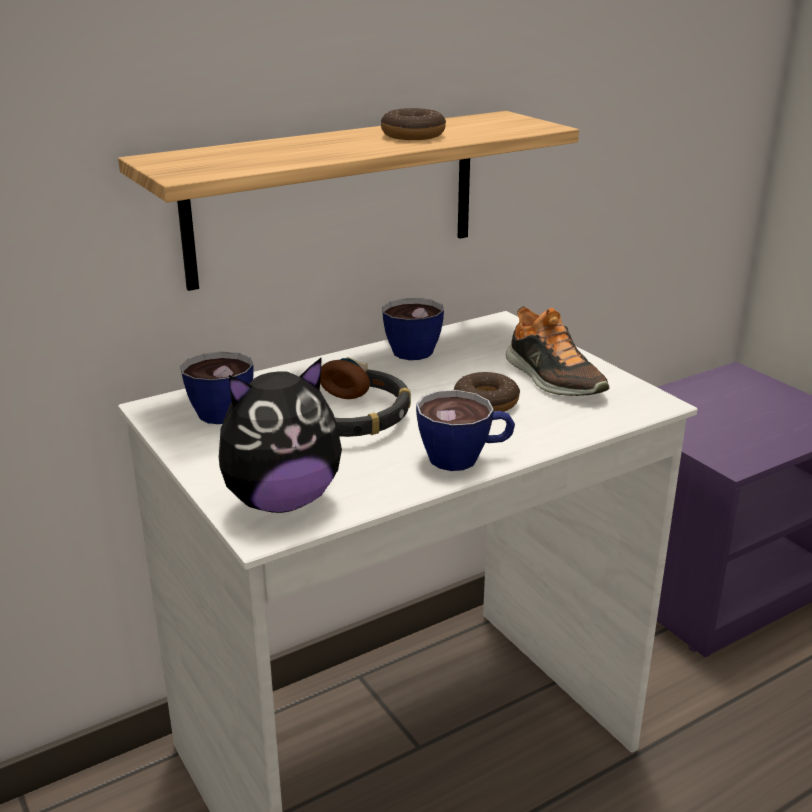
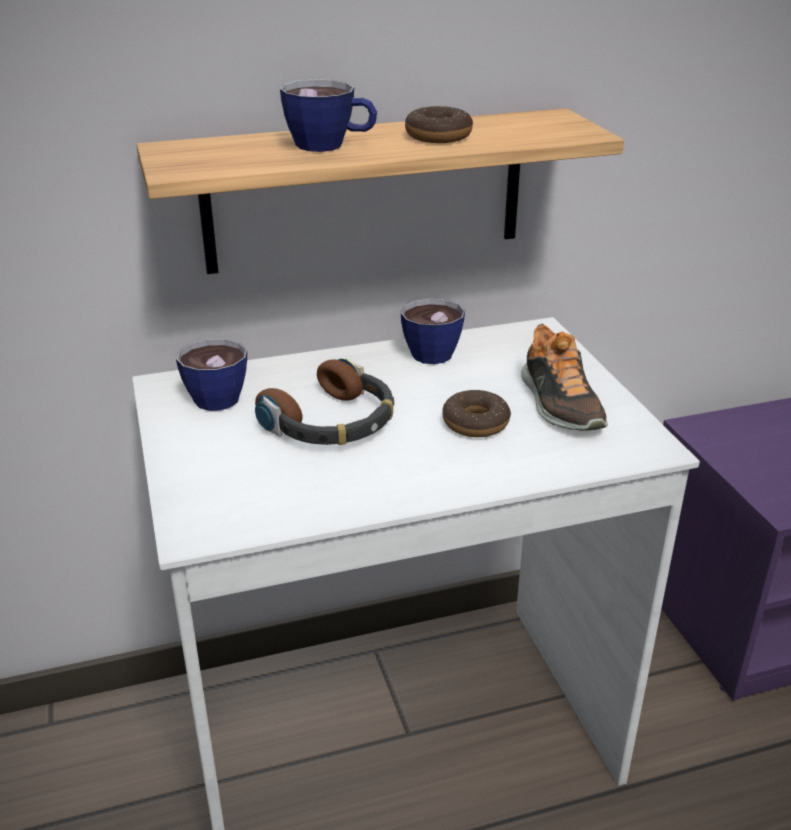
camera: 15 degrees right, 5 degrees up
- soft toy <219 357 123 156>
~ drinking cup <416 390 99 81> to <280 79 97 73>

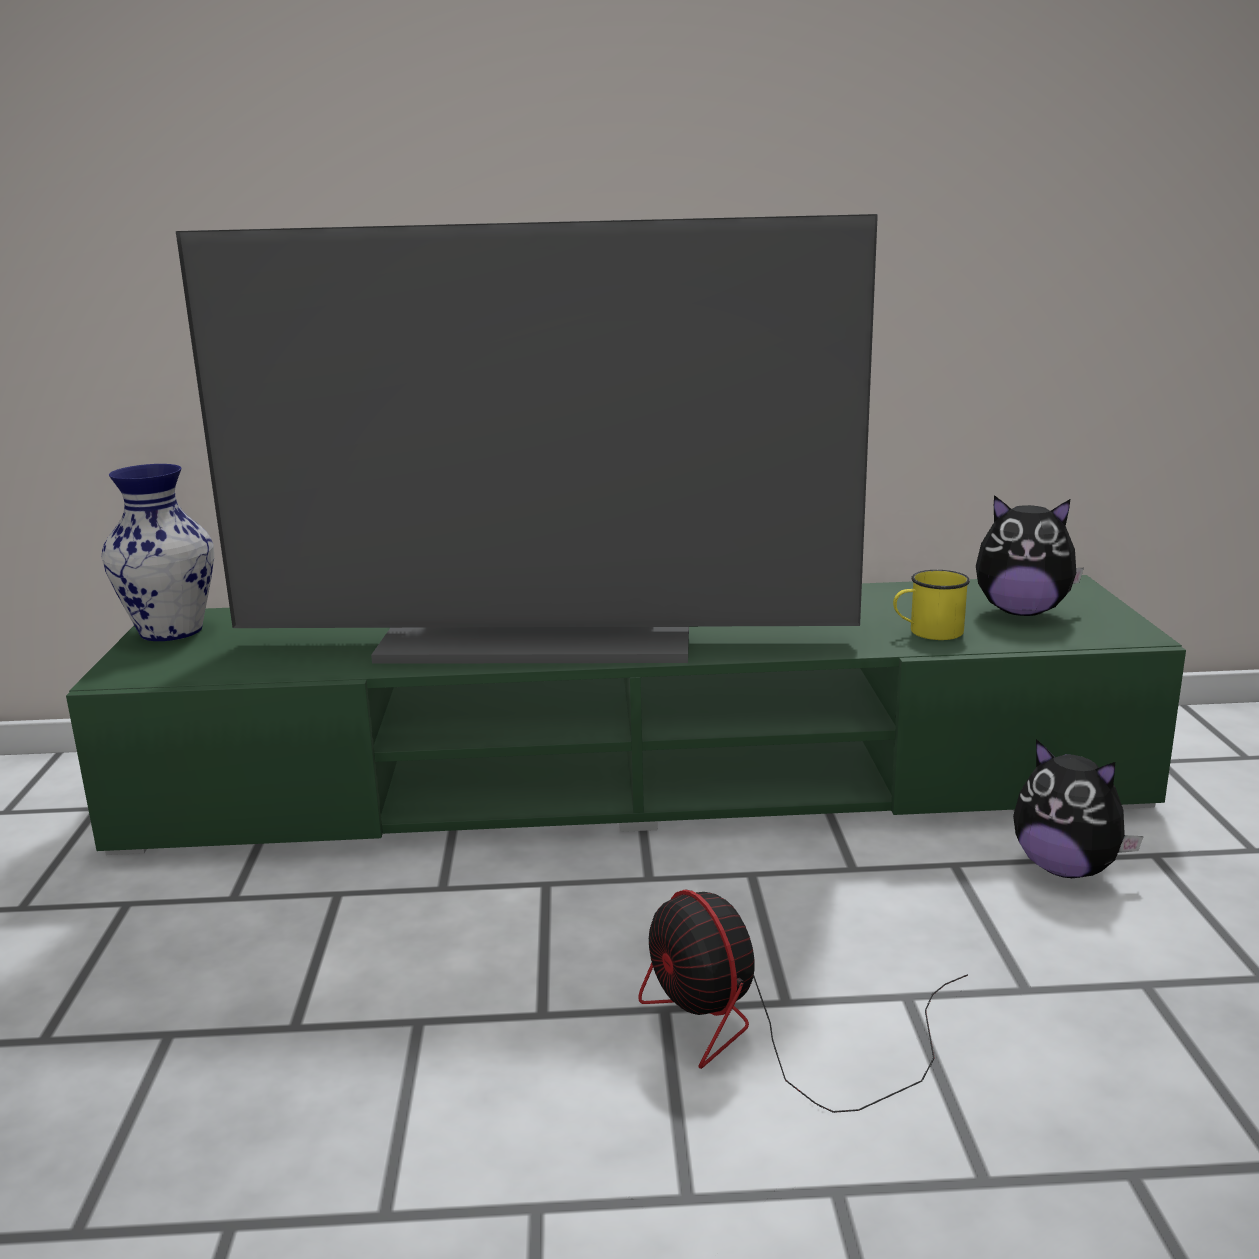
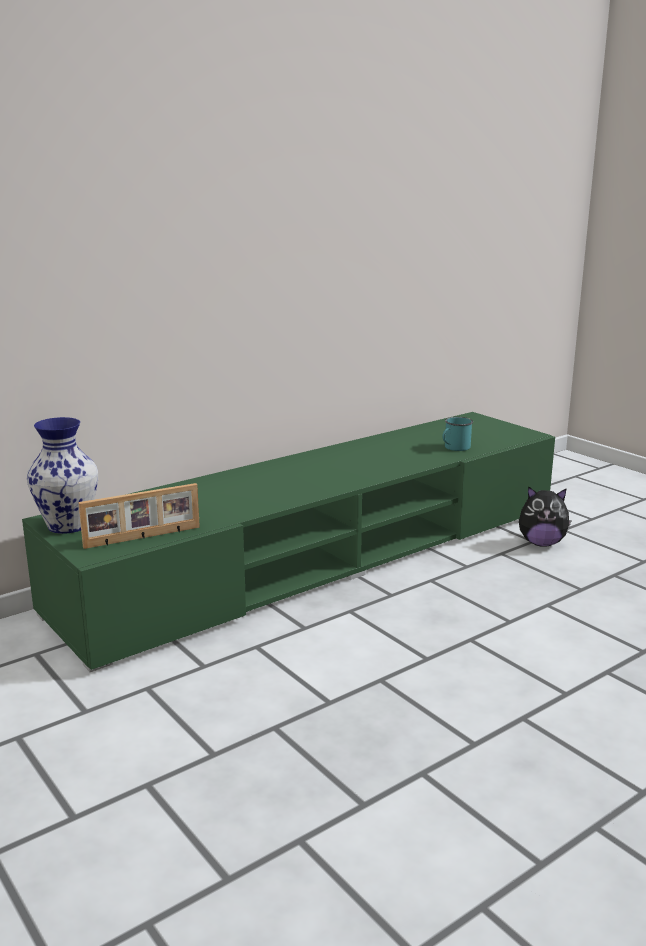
camera: 35 degrees left, 0 degrees up
- television <176 214 702 450>
- fan <638 889 330 224>
~ yellow mug <893 570 77 70> to turquoise-coloured mug <442 417 31 34>
- soft toy <976 495 108 121>
+ picture frame <78 483 122 66>

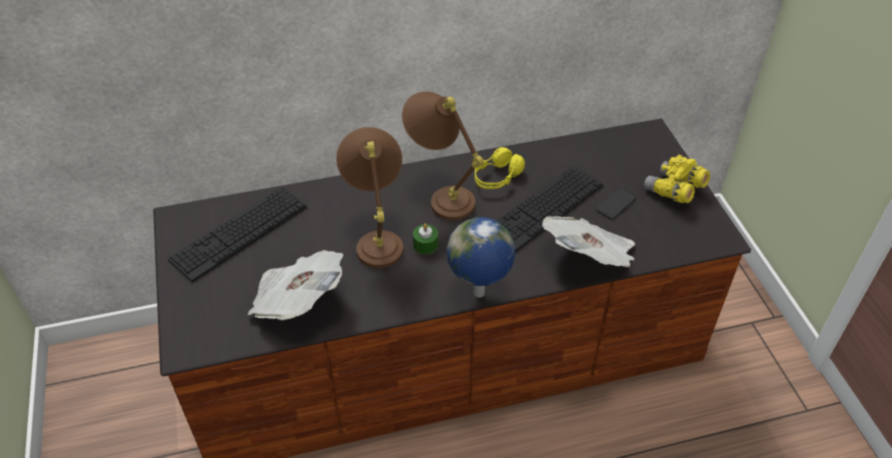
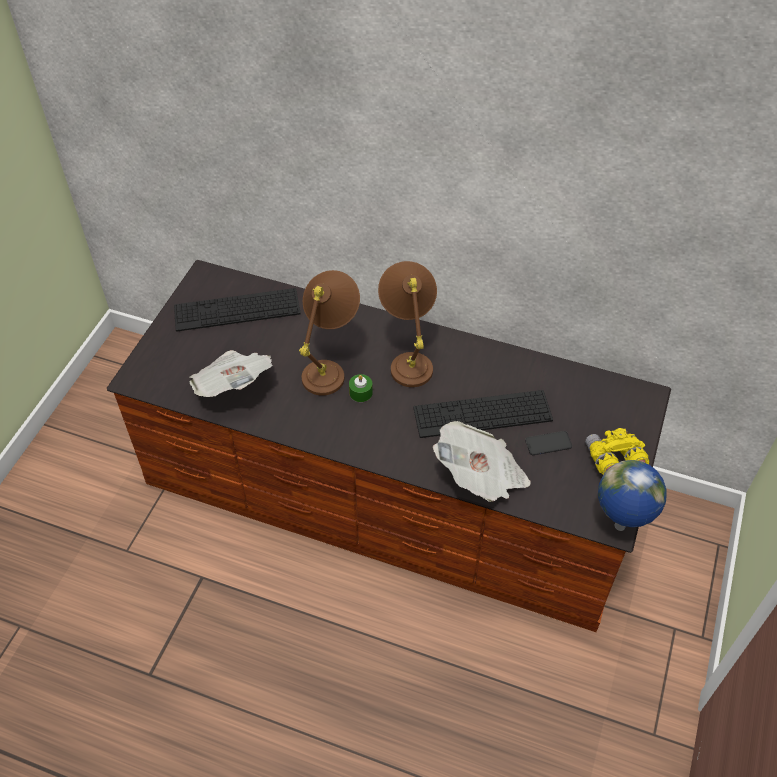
camera: 35 degrees right, 5 degrees up
~ desk globe <447 217 69 81> to <598 460 69 71>
- yellow pair of headphones <475 147 50 42>

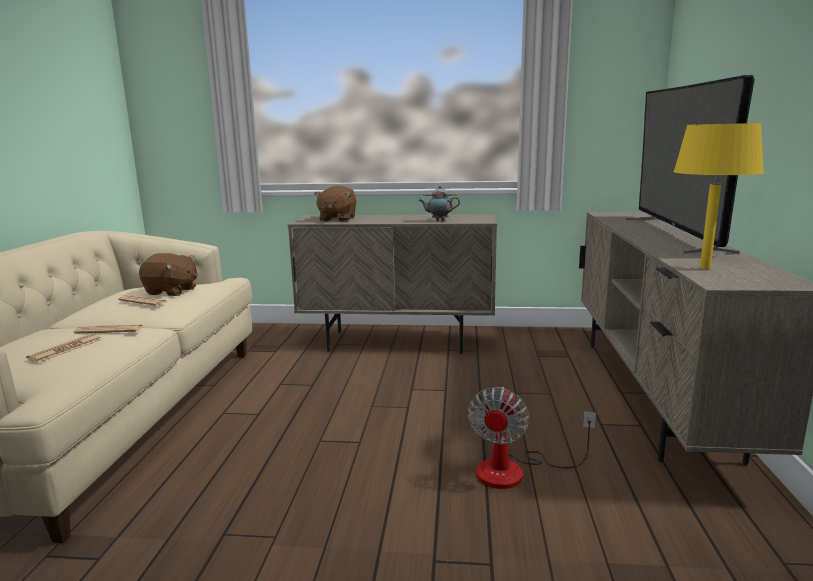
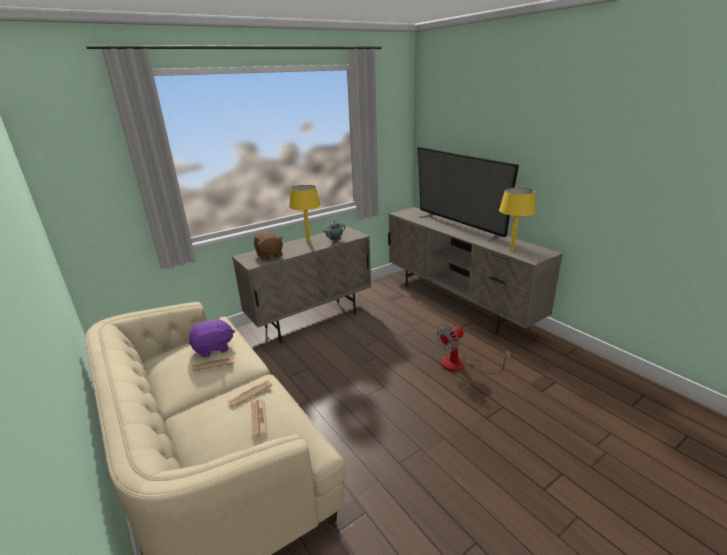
camera: 40 degrees left, 10 degrees up
~ brown soft toy <139 253 58 43> to purple soft toy <189 317 46 40>
~ fan <467 387 129 102> = <437 324 74 50> 75 degrees clockwise
+ yellow lamp for a table <289 185 32 58>

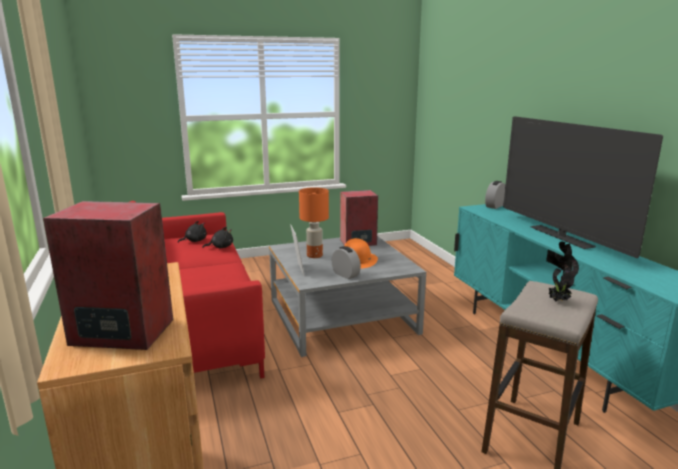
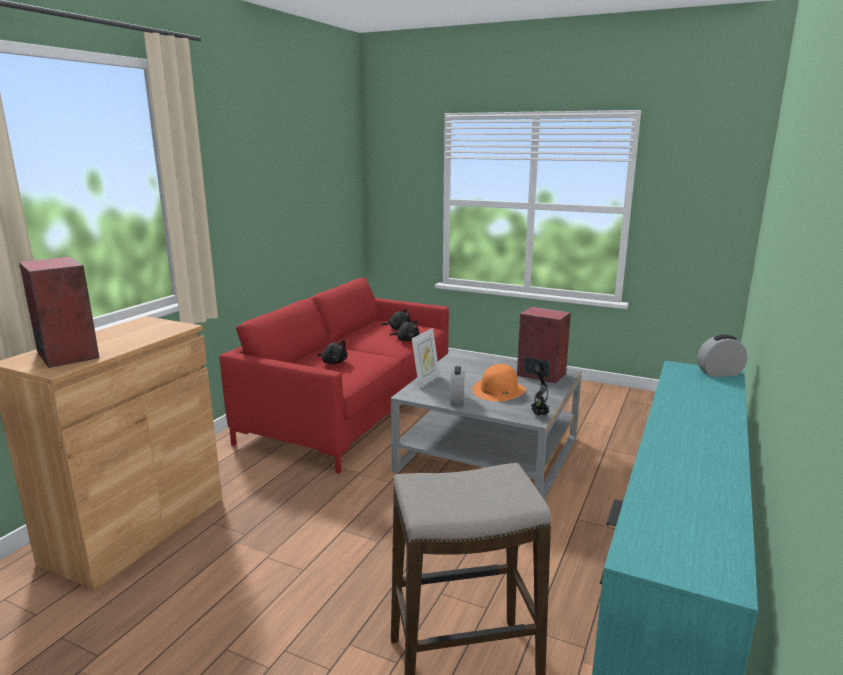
camera: 45 degrees right, 0 degrees up
- orange lamp for a table <299 187 30 71>
- television <503 116 160 142>
~ plant in a pot <548 241 31 61> to <530 363 19 53>
+ blackish soft toy <318 341 29 23>

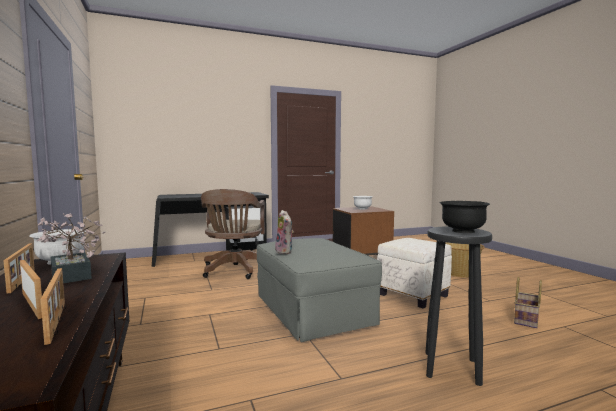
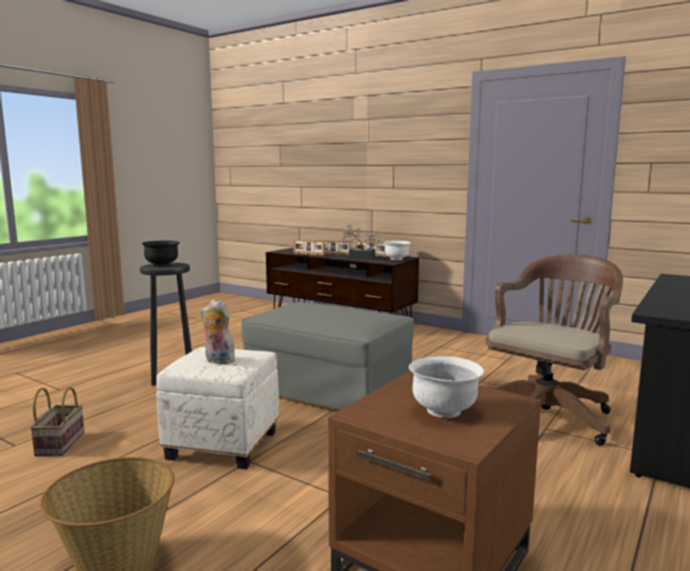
camera: 145 degrees right, 5 degrees up
~ brown computer chair <201 189 64 90> = <485 254 138 192> 75 degrees clockwise
~ soft toy <275 210 19 44> to <200 300 37 64>

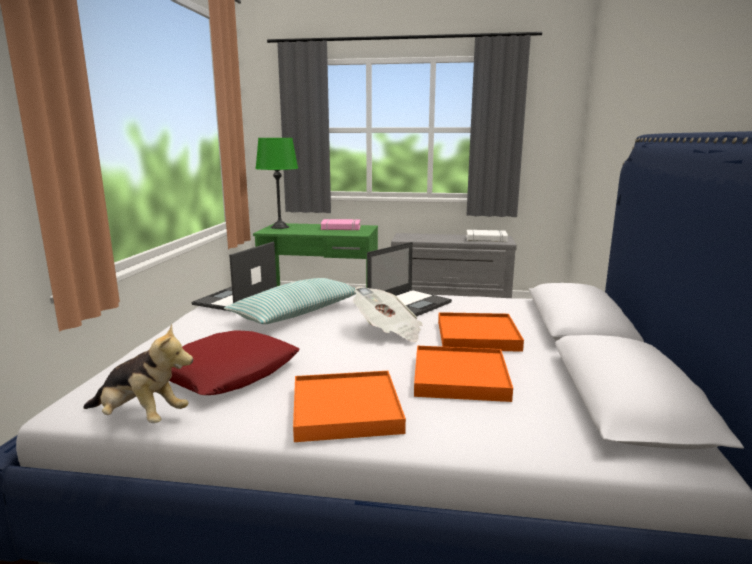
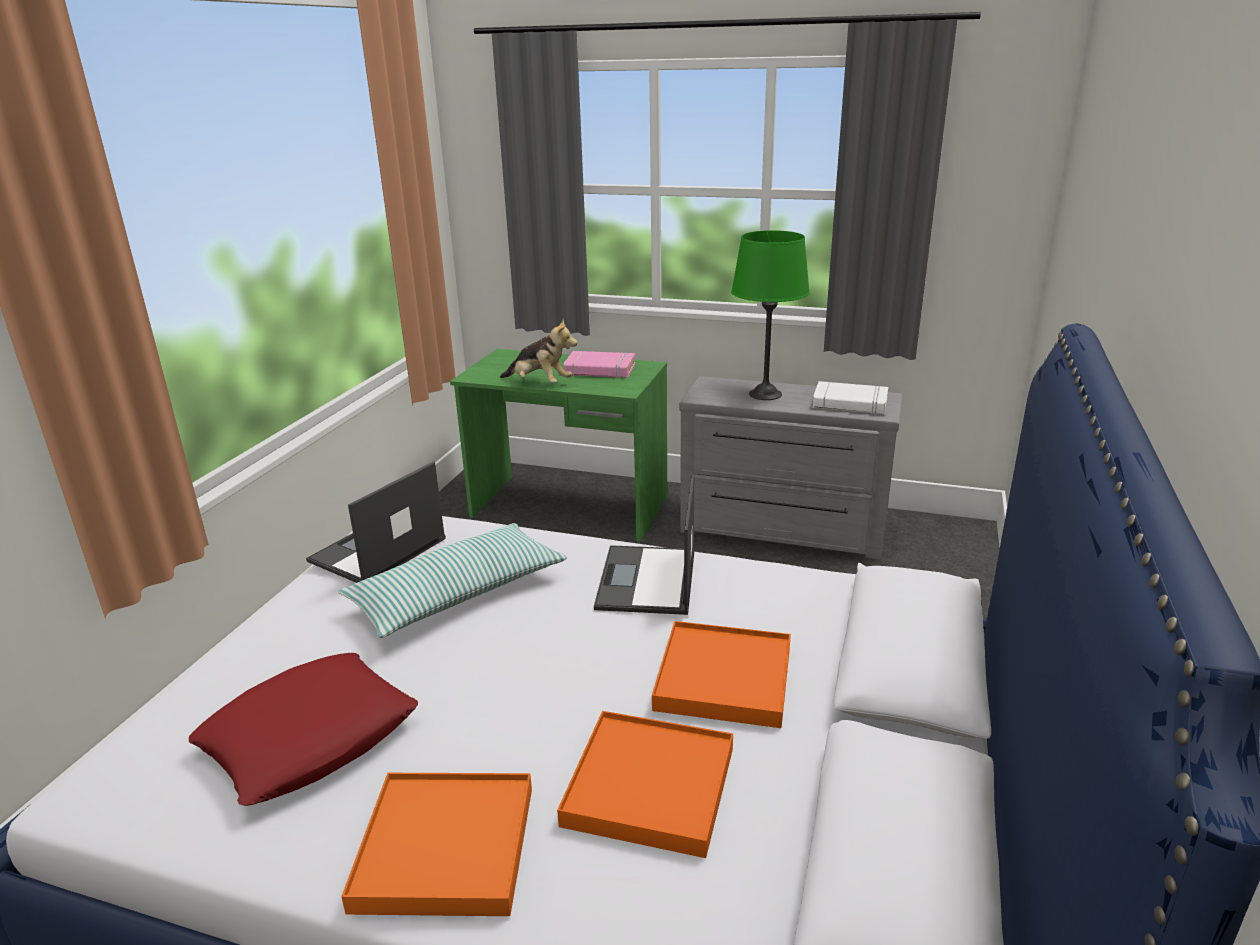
camera: 10 degrees right, 10 degrees up
~ soft toy <83 324 110 99> to <500 319 77 64>
~ green-coloured lamp for a table <255 138 43 91> to <731 230 79 170>
- daily paper <353 286 70 56>
~ notebook computer <367 242 85 75> = <594 474 100 141> 135 degrees clockwise

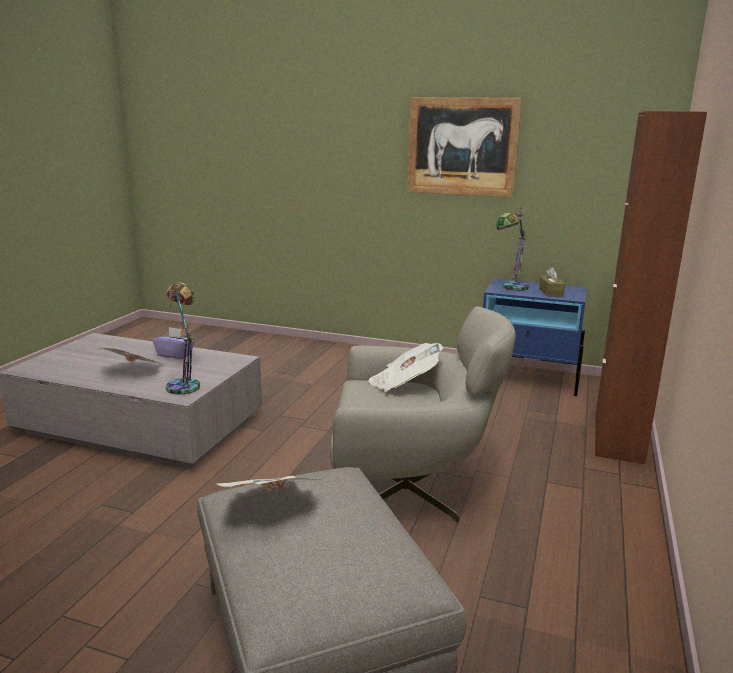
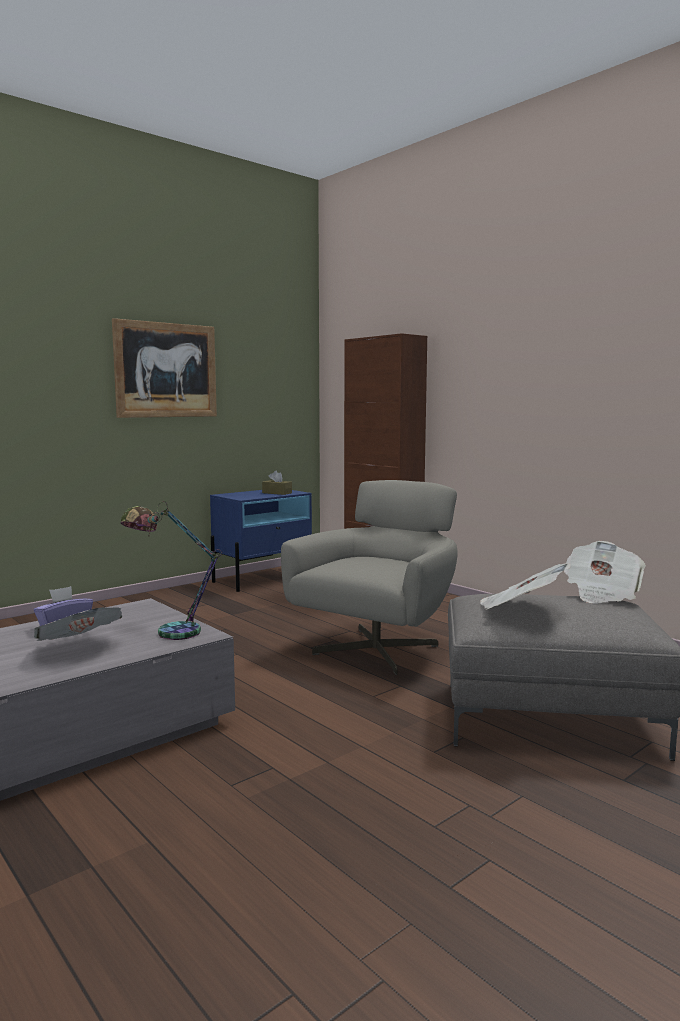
camera: 60 degrees left, 10 degrees down
~ daily paper <368 343 76 49> to <564 541 82 63>
- lamp for a table <496 209 33 82>

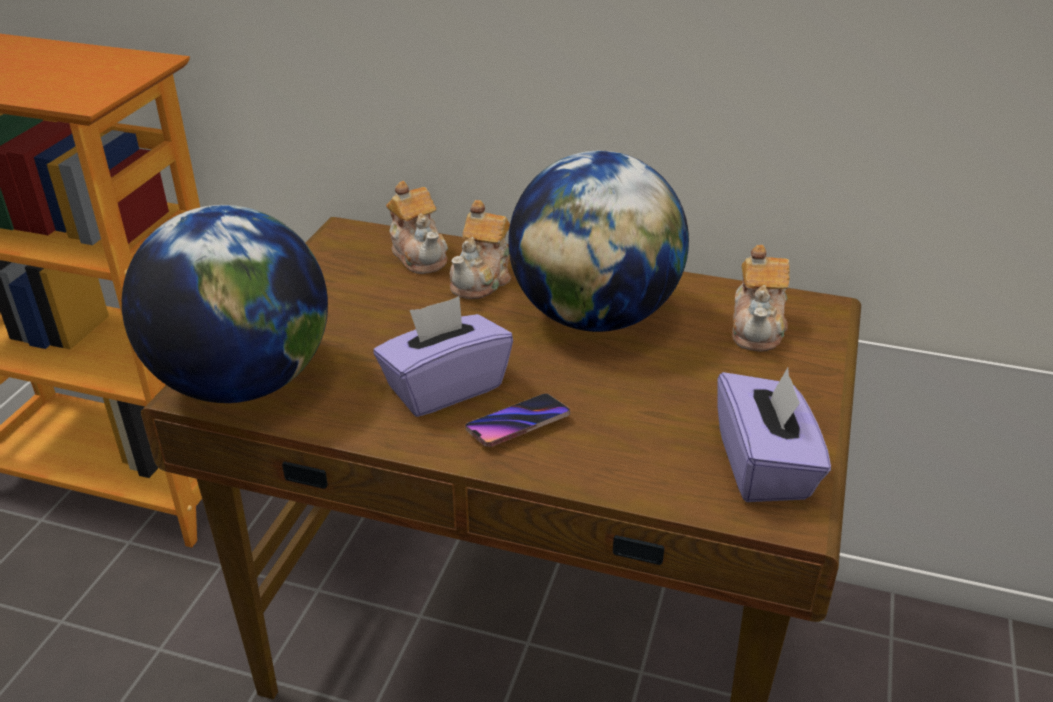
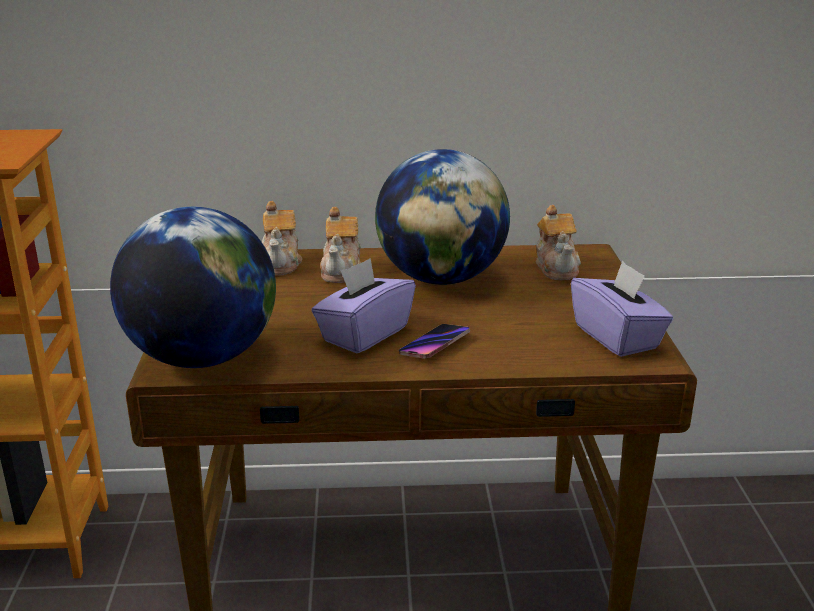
camera: 20 degrees left, 10 degrees down
~ teapot <386 181 62 93> = <262 201 40 75> 45 degrees clockwise

